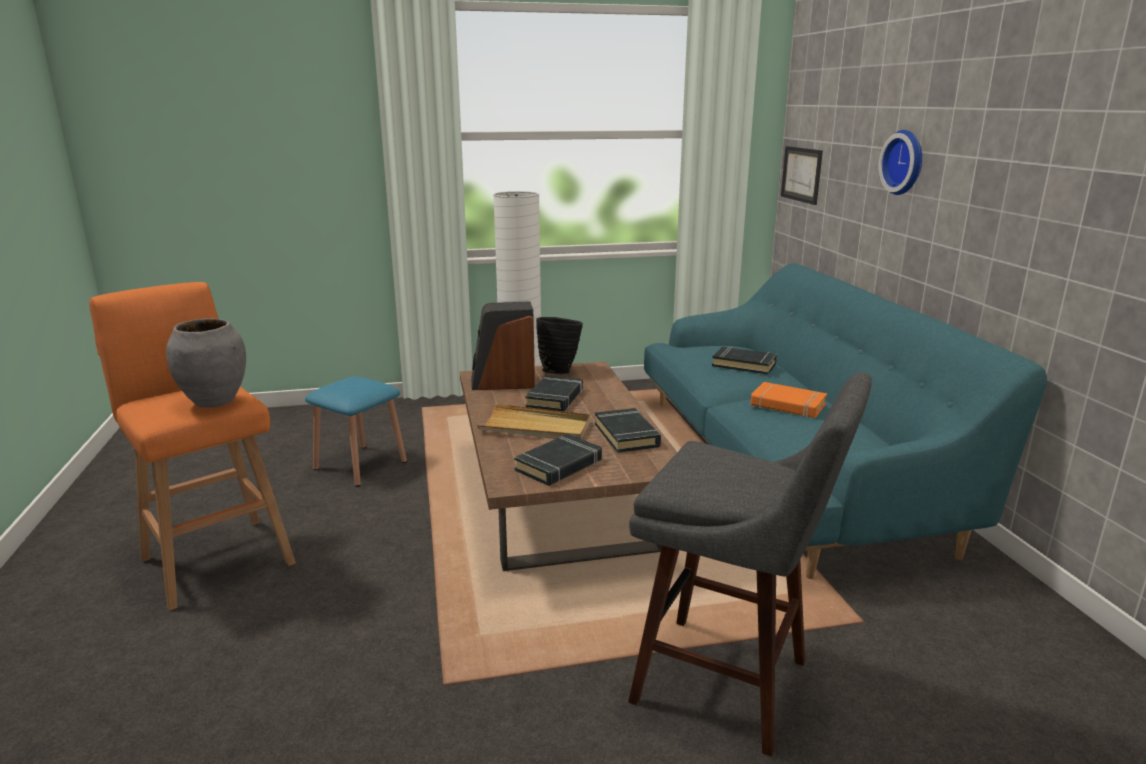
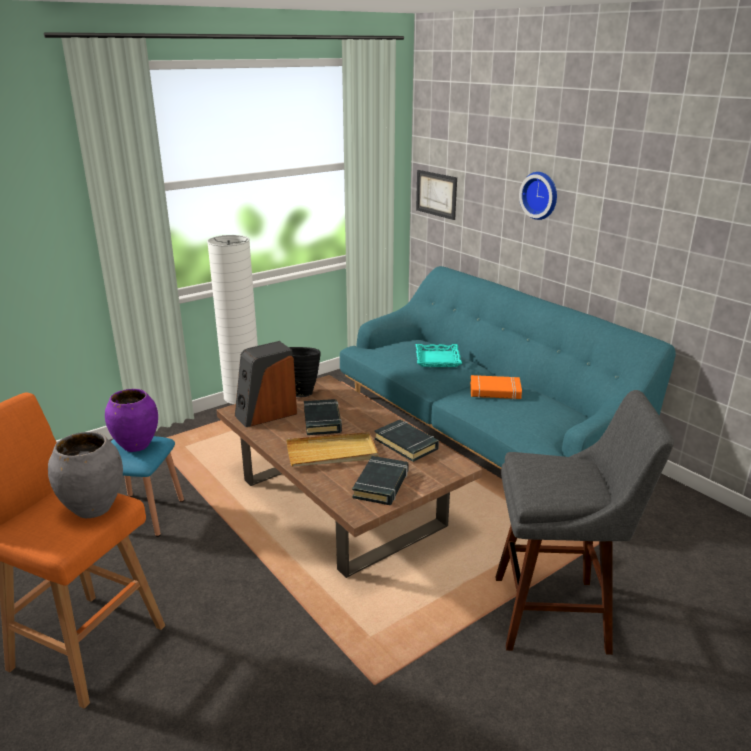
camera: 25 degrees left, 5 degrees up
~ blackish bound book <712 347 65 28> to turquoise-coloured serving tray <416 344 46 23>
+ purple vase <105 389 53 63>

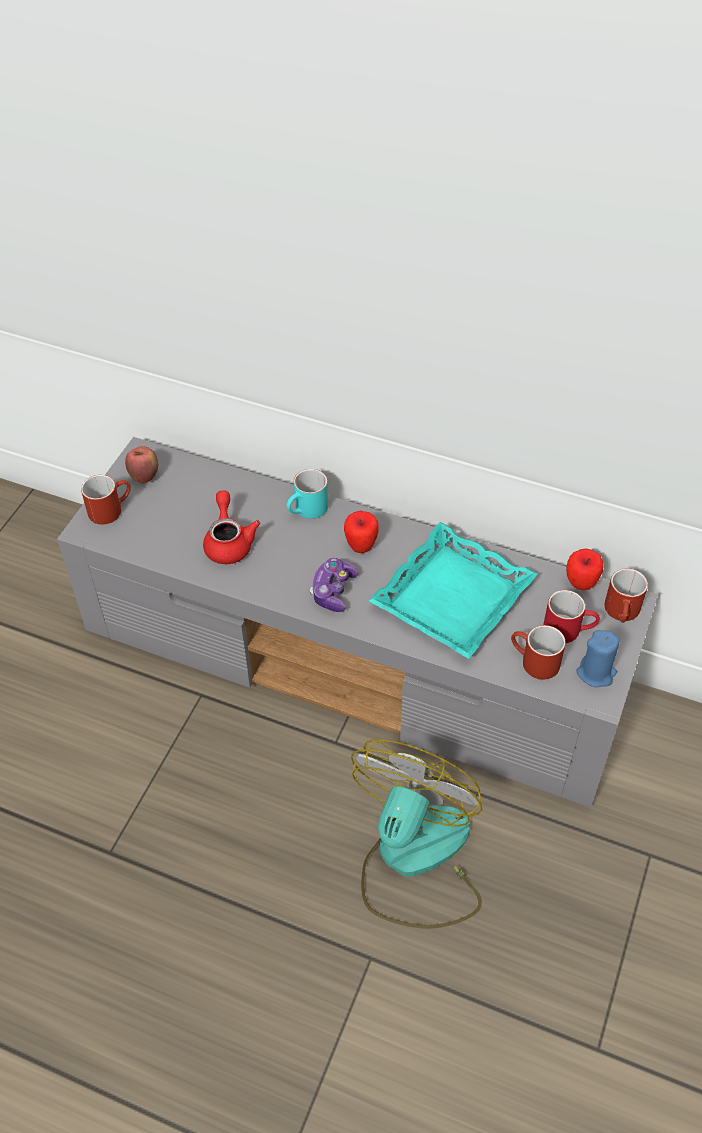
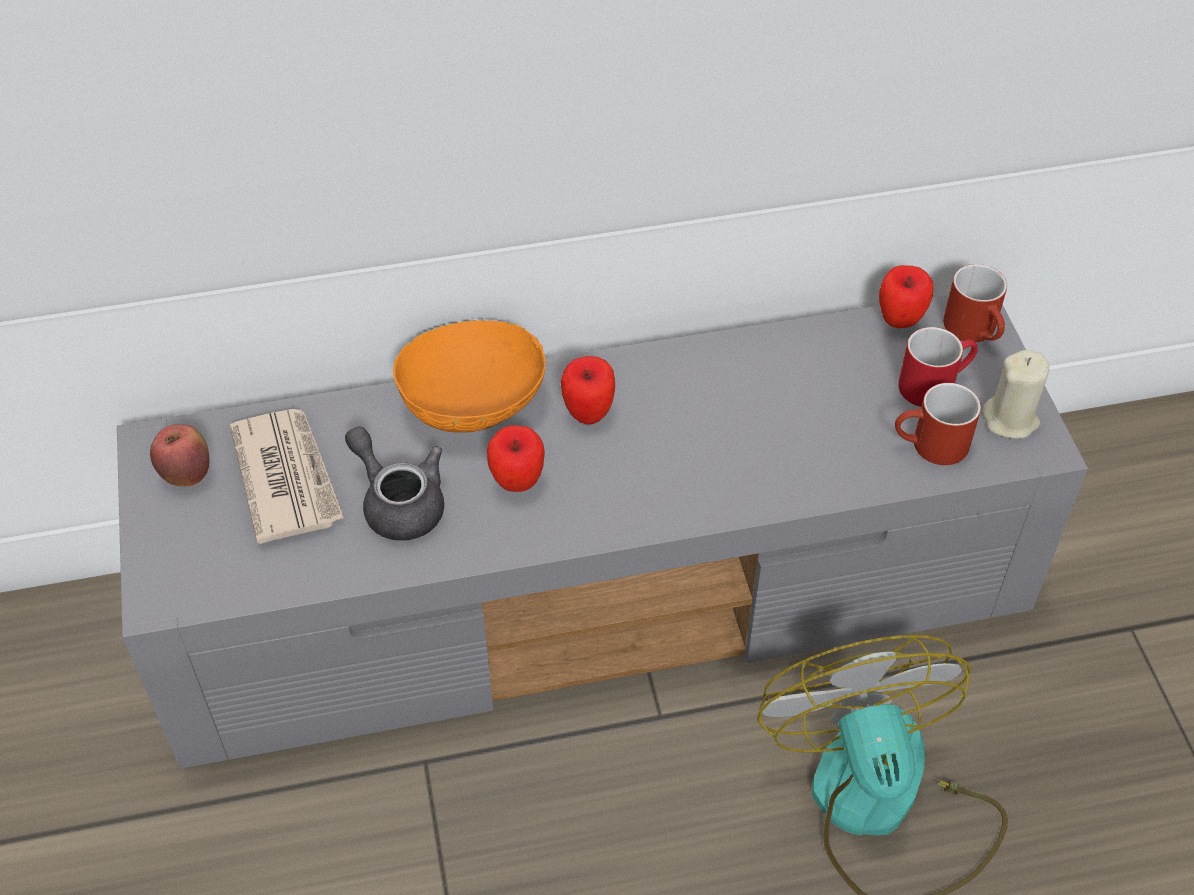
camera: 35 degrees left, 0 degrees up
- red mug <81 475 50 50>
~ red teapot <203 491 57 73> to grey teapot <345 426 99 115>
~ turquoise-coloured mug <287 469 41 50> to orange deep dish <393 319 153 114>
- game controller <310 558 49 54>
- turquoise-coloured serving tray <368 522 170 137>
~ blue wax light <576 630 44 57> to sand-coloured wax light <983 350 66 89>
+ daily paper <230 409 114 135>
+ apple fruit <487 425 58 67>

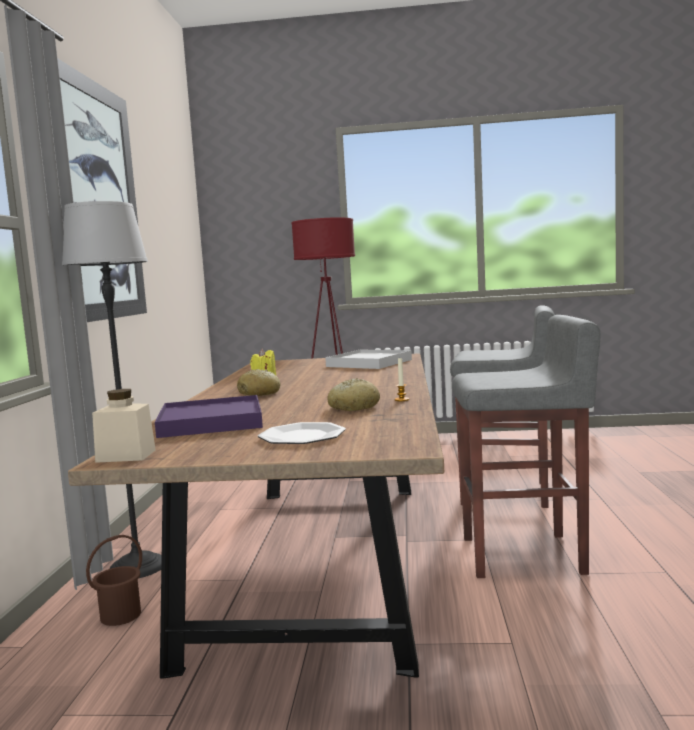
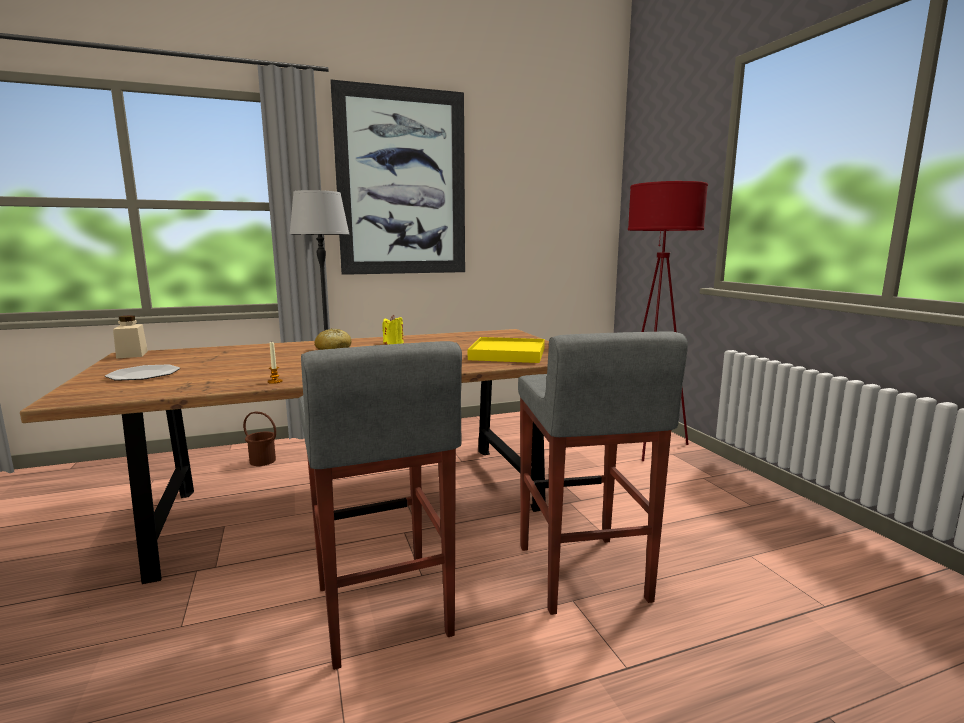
camera: 65 degrees right, 5 degrees up
- purple serving tray <155 395 108 43>
~ white serving tray <325 350 87 19> to yellow serving tray <468 337 77 26>
- bakery bread <327 378 53 33>

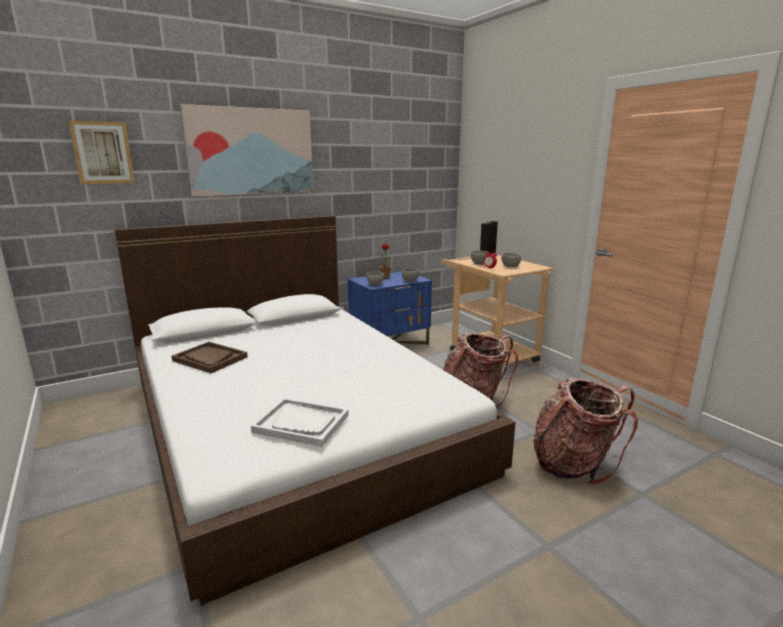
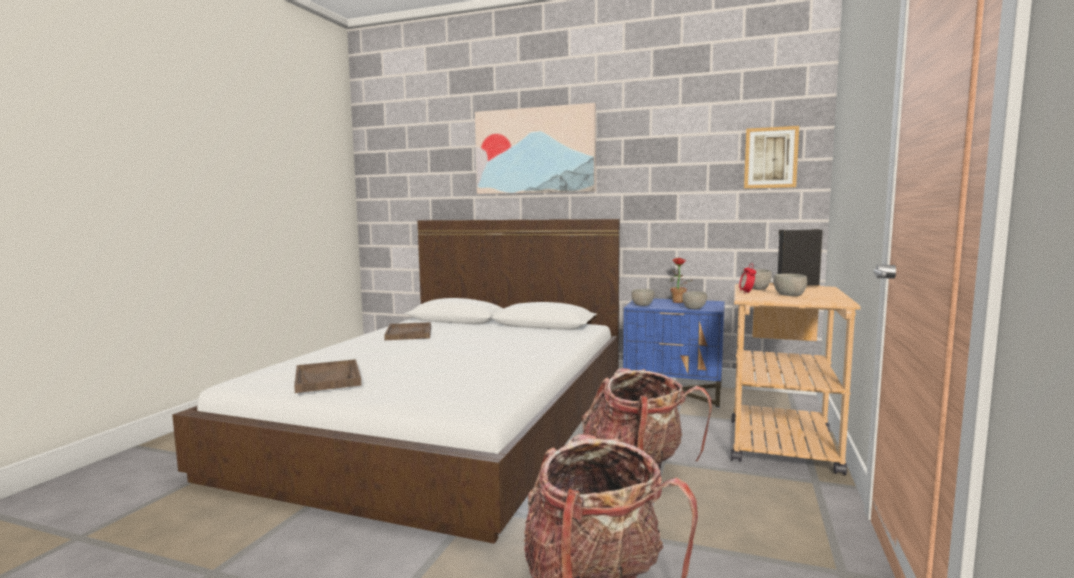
camera: 50 degrees right, 10 degrees down
~ picture <69 121 66 63> to <744 126 55 63>
~ white serving tray <251 398 98 49> to brown serving tray <294 359 67 34>

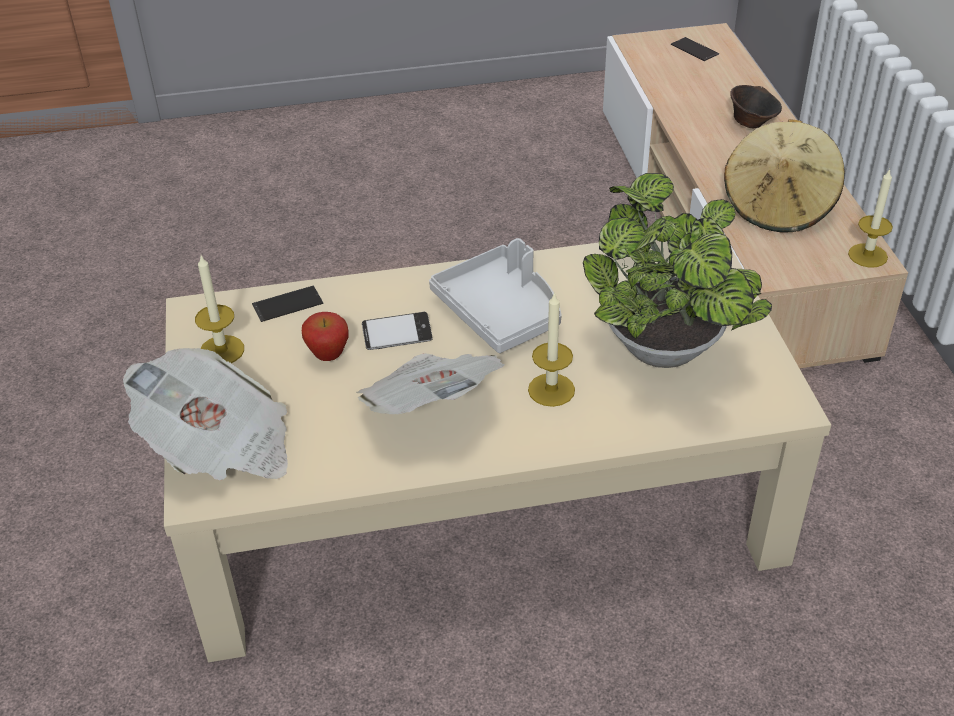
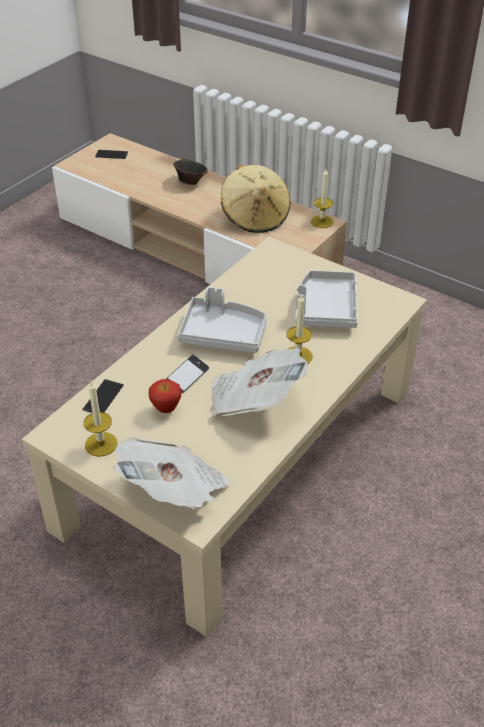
camera: 45 degrees left, 0 degrees up
~ plant in a pot <583 173 189 195> to grey serving tray <295 270 63 58>

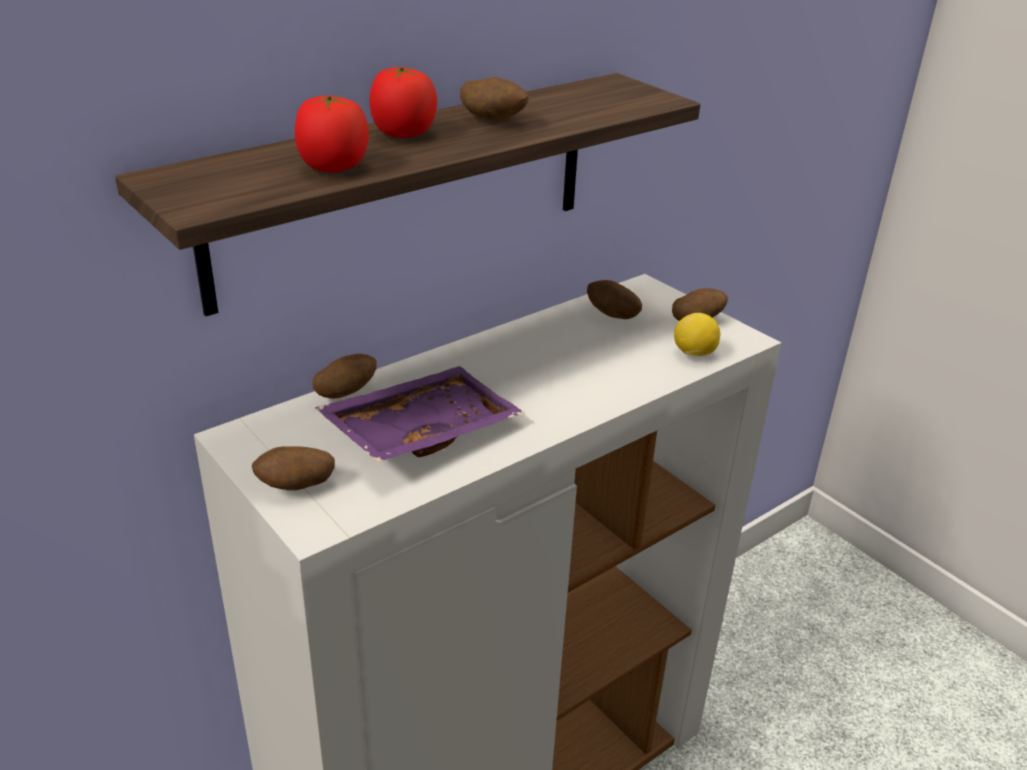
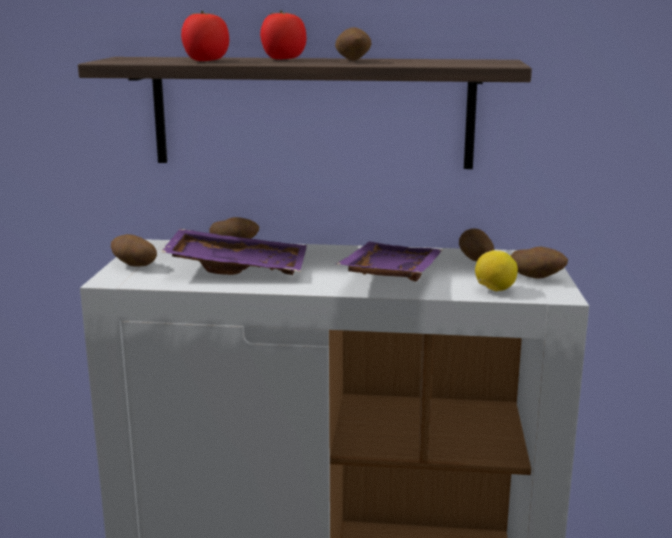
camera: 45 degrees right, 15 degrees down
+ purple serving tray <336 242 106 40>

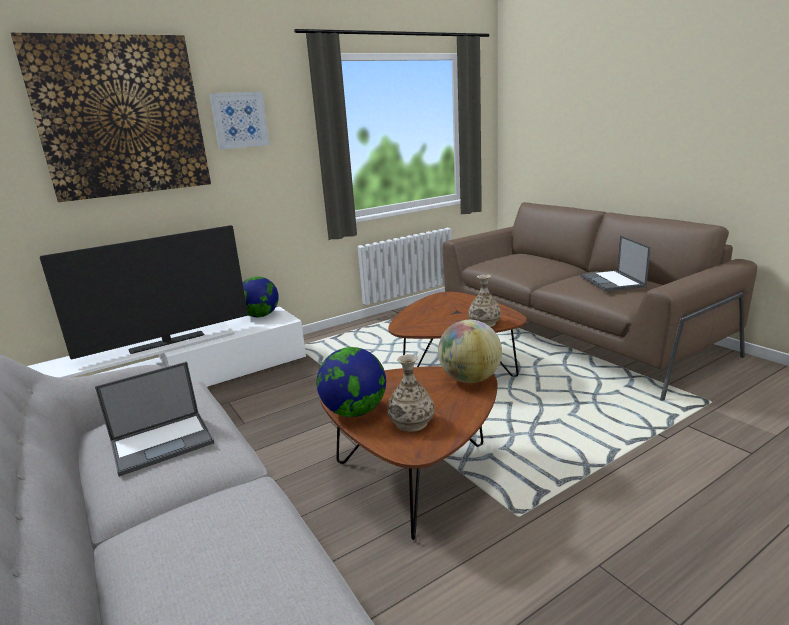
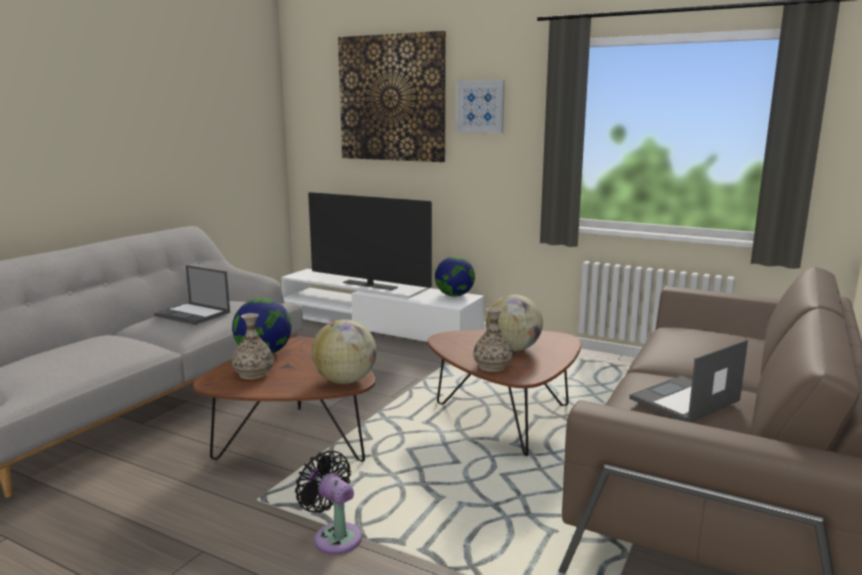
camera: 60 degrees right, 5 degrees down
+ blackish fan <295 450 67 104>
+ desk globe <486 294 57 57>

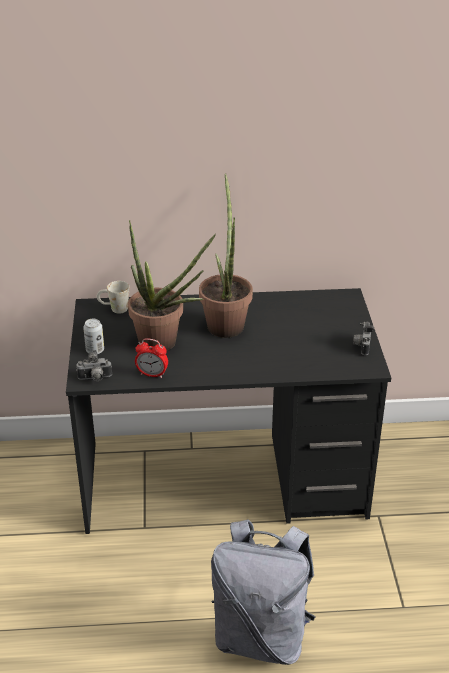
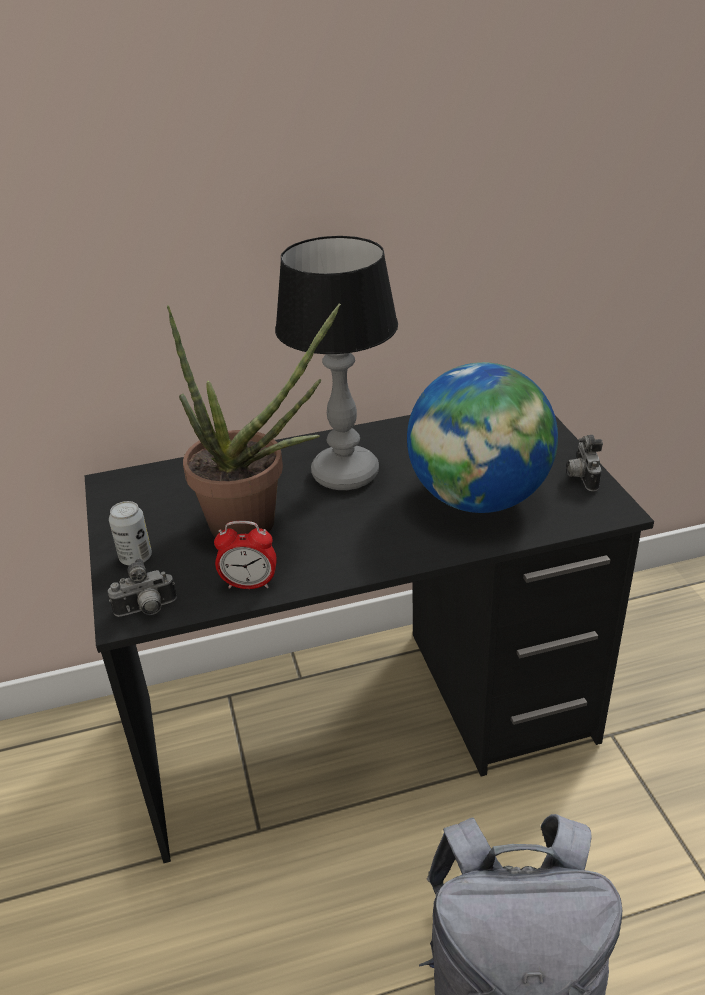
camera: 10 degrees left, 0 degrees up
- white mug <97 281 32 33>
~ plant in a pot <199 174 54 164> to lamp for a table <275 236 123 254>
+ desk globe <407 362 151 151>

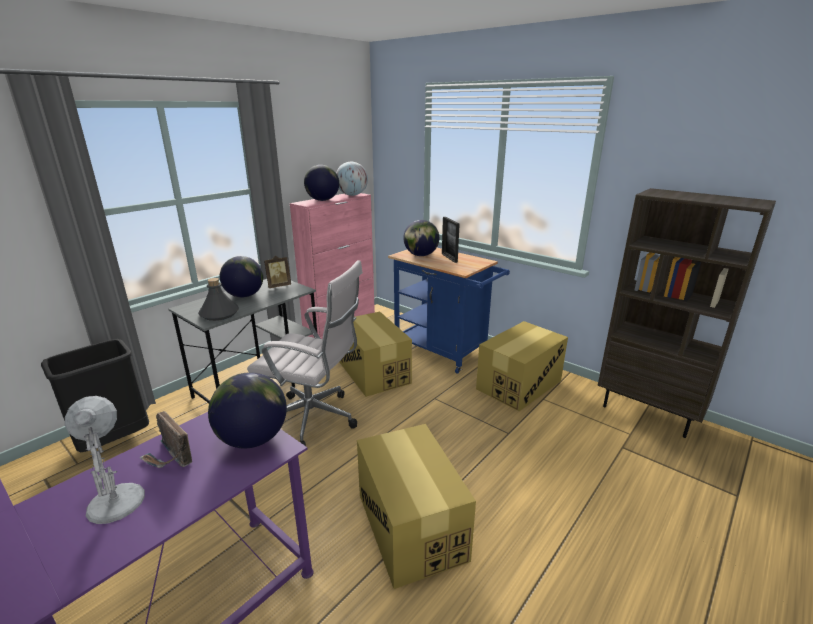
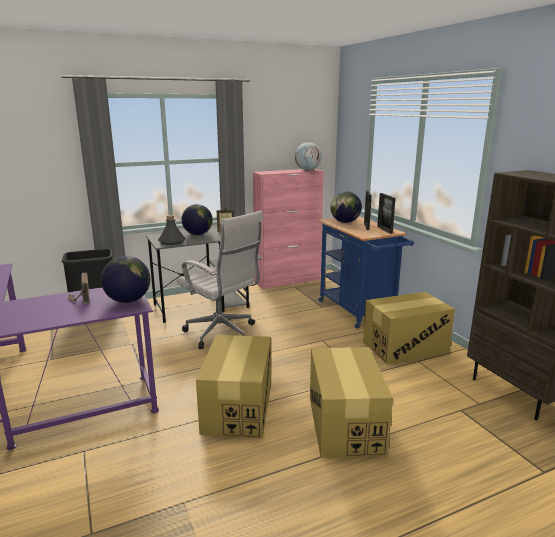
camera: 25 degrees right, 5 degrees down
- white lamp for a table <65 396 80 128>
- desk globe <304 165 35 36>
~ packing box <339 312 73 85> to <310 347 83 111>
+ picture frame <377 193 19 41>

